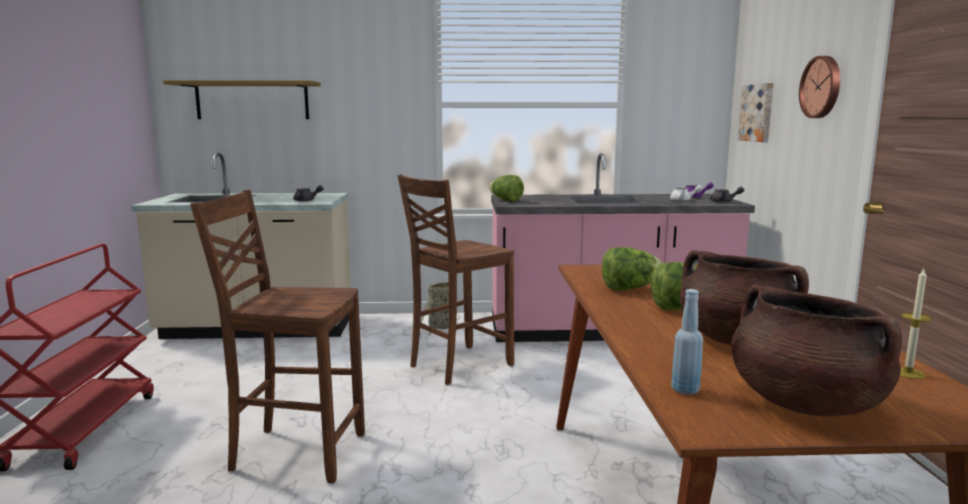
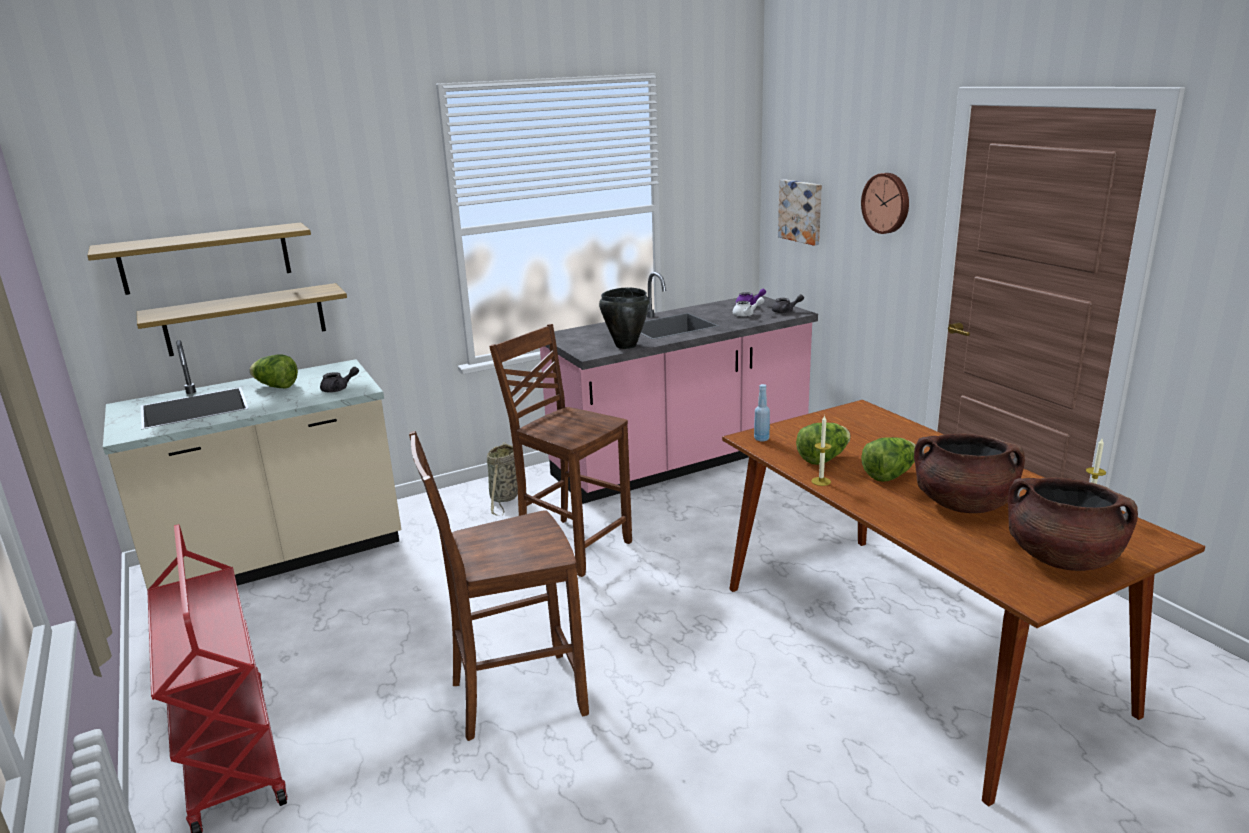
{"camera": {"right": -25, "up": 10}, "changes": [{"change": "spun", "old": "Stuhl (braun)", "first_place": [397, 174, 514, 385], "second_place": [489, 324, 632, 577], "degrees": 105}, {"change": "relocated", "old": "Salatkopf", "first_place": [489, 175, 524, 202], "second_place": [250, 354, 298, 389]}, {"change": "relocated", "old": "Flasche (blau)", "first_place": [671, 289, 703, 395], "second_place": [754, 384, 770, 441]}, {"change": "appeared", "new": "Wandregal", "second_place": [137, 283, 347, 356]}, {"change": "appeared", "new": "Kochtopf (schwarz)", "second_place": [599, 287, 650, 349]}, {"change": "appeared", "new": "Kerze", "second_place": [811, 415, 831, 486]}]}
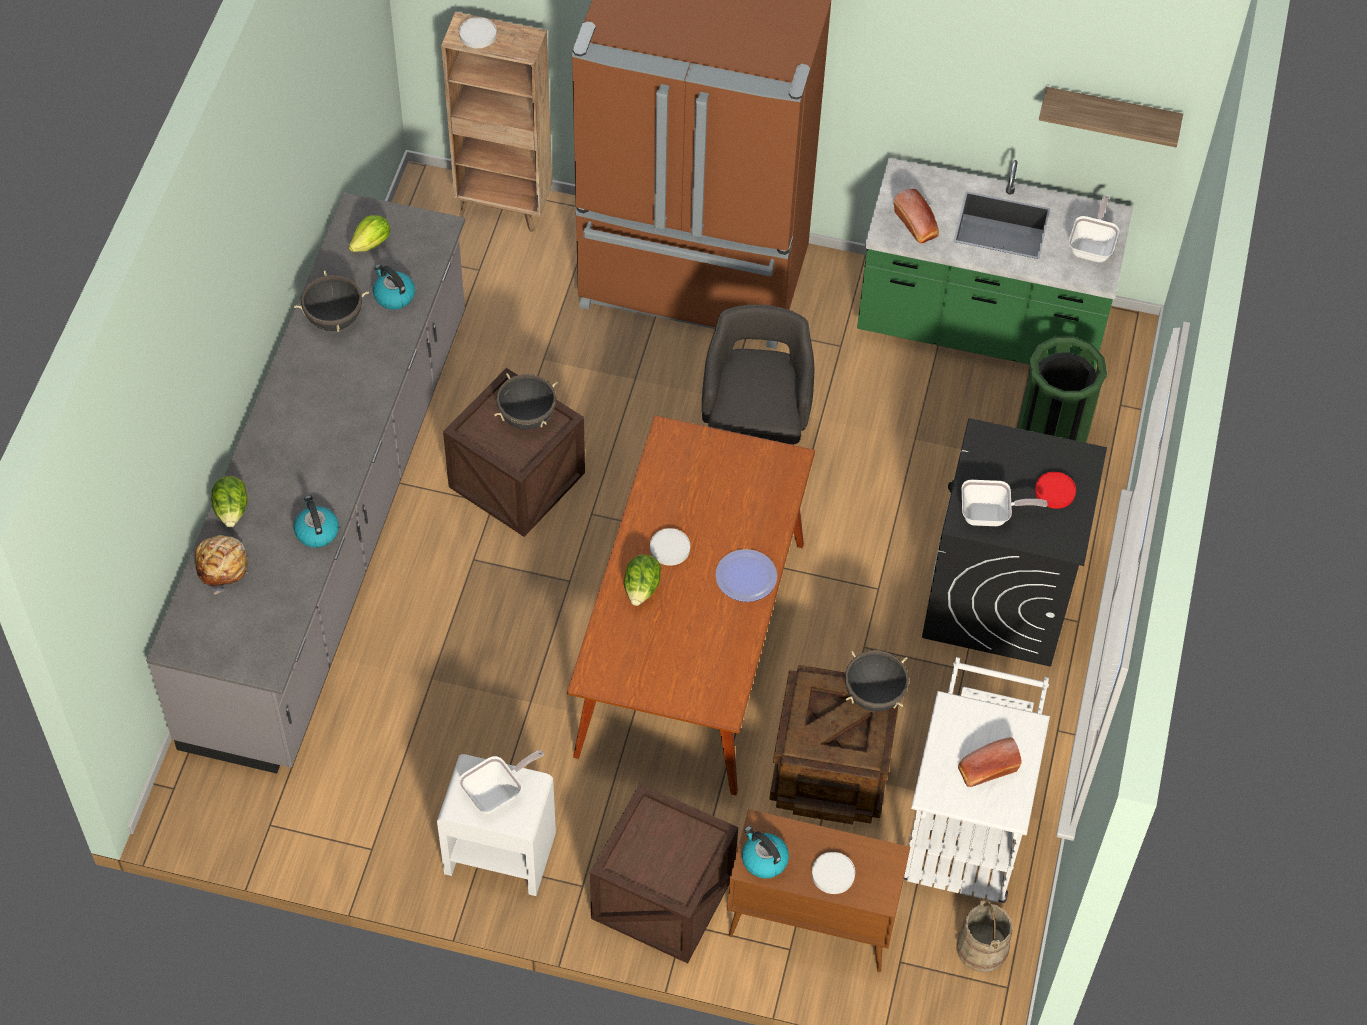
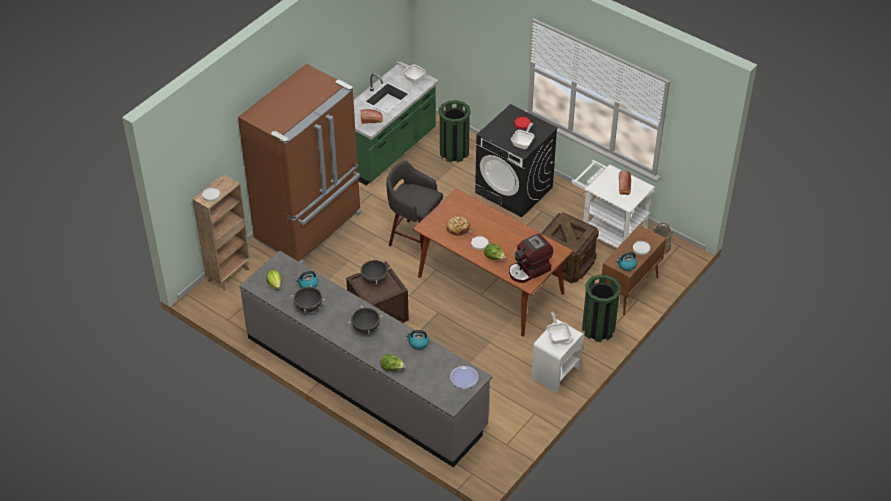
{"camera": {"right": -65, "up": -10}, "changes": [{"change": "missing", "old": "Wandregal", "first_place": [1039, 87, 1183, 147]}, {"change": "relocated", "old": "Brot", "first_place": [195, 535, 248, 595], "second_place": [447, 216, 472, 236]}, {"change": "relocated", "old": "Teller", "first_place": [715, 549, 777, 602], "second_place": [450, 366, 479, 389]}, {"change": "relocated", "old": "Kochtopf (schwarz)", "first_place": [844, 651, 909, 711], "second_place": [348, 305, 383, 334]}, {"change": "exchanged", "old": "Kiste", "new": "Mülleimer (grün)", "first_place": [590, 783, 738, 964], "second_place": [582, 275, 621, 342]}, {"change": "appeared", "new": "Kaffeemaschine", "second_place": [509, 233, 553, 283]}]}
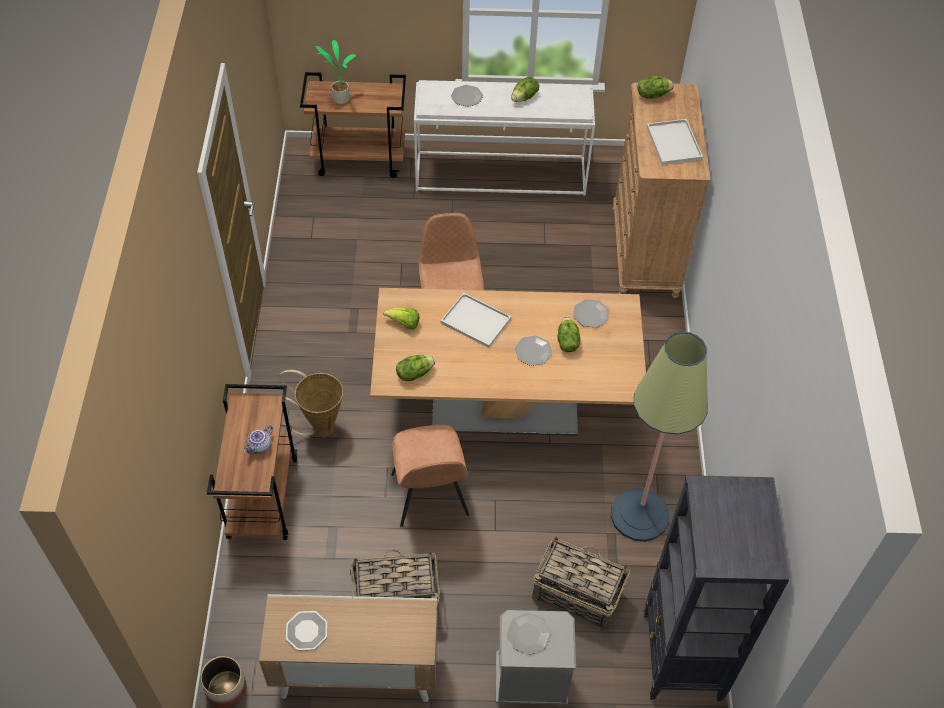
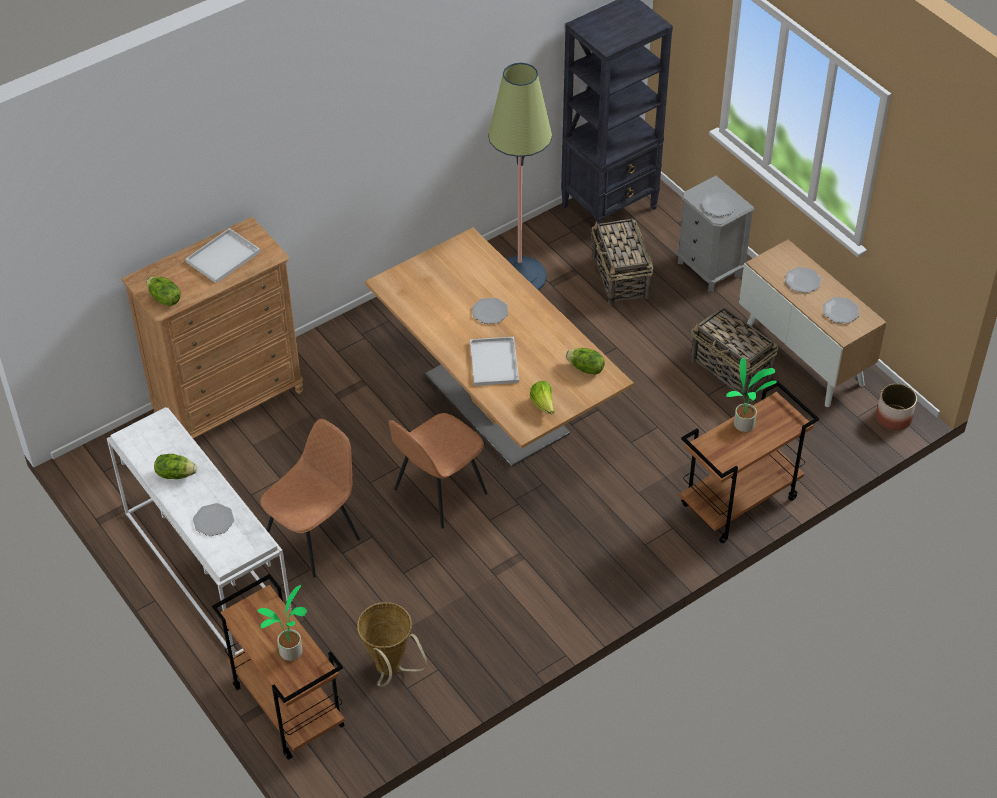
{"camera": {"right": -125, "up": -5}, "changes": [{"change": "relocated", "old": "Teller", "first_place": [573, 299, 609, 328], "second_place": [785, 267, 821, 293]}, {"change": "missing", "old": "Salatkopf", "first_place": [558, 317, 580, 352]}, {"change": "relocated", "old": "Korb", "first_place": [278, 370, 343, 437], "second_place": [357, 602, 428, 687]}, {"change": "exchanged", "old": "Teekanne", "new": "Topfpflanze", "first_place": [243, 425, 273, 454], "second_place": [726, 358, 777, 432]}, {"change": "relocated", "old": "Stuhl (braun)", "first_place": [391, 425, 469, 527], "second_place": [260, 419, 360, 578]}]}
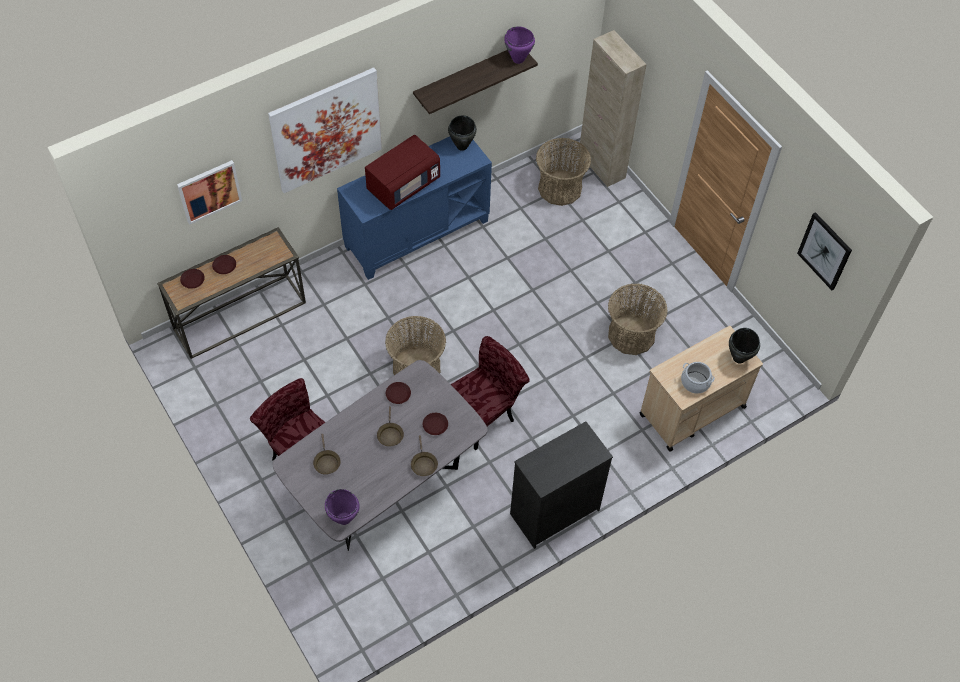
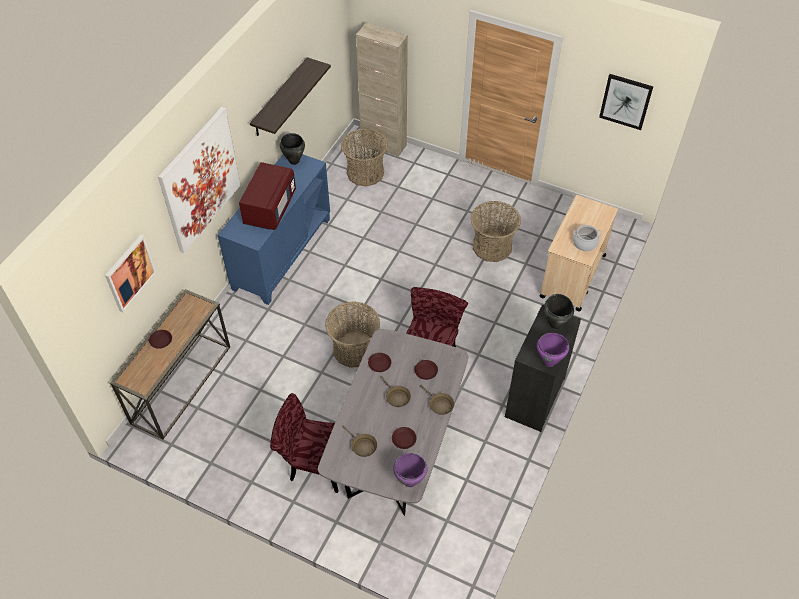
{"camera": {"right": -30, "up": -5}, "changes": [{"change": "relocated", "old": "Kochtopf (lila)", "first_place": [504, 26, 535, 64], "second_place": [537, 333, 569, 367]}, {"change": "relocated", "old": "Teller (braun)", "first_place": [180, 269, 205, 289], "second_place": [392, 427, 417, 449]}, {"change": "relocated", "old": "Kochtopf (schwarz)", "first_place": [729, 328, 760, 364], "second_place": [544, 294, 574, 329]}]}
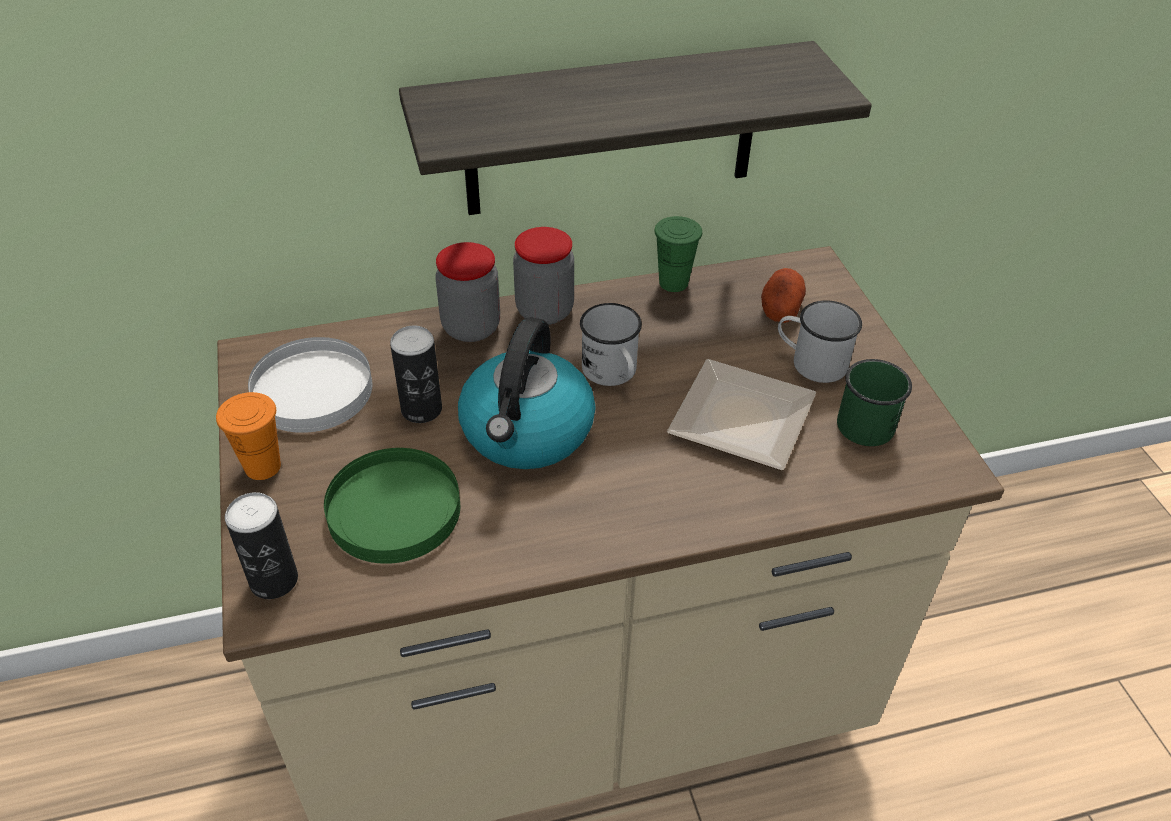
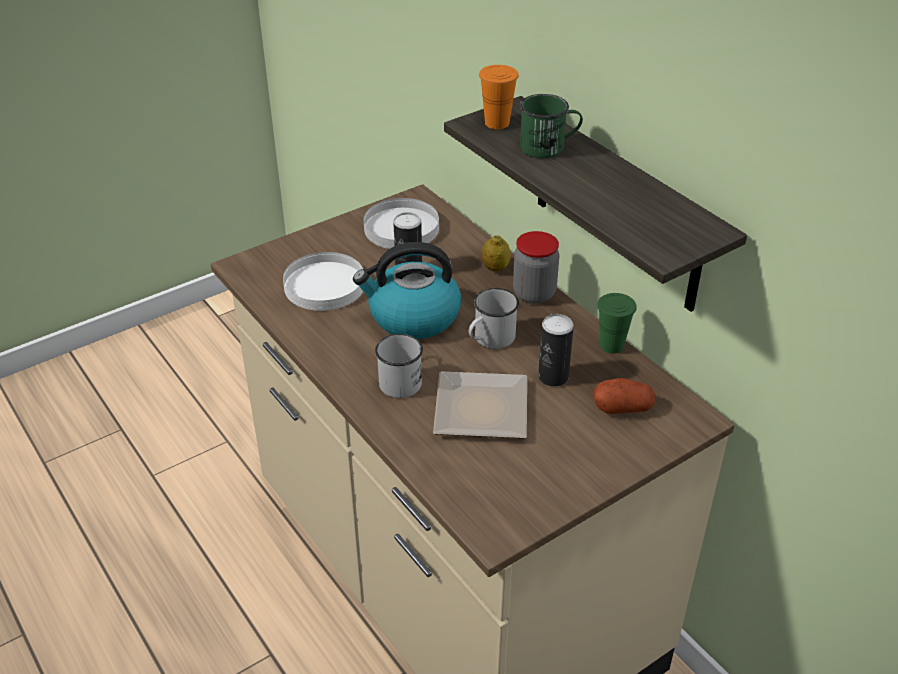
{"camera": {"right": 70, "up": -5}, "changes": [{"change": "exchanged", "old": "Vorratsglas", "new": "Zitrone", "first_place": [435, 242, 500, 342], "second_place": [482, 235, 510, 271]}, {"change": "relocated", "old": "Henkelbecher (weiß)", "first_place": [778, 300, 862, 383], "second_place": [375, 334, 423, 398]}, {"change": "relocated", "old": "Henkelbecher (grün)", "first_place": [837, 359, 912, 446], "second_place": [520, 94, 583, 158]}, {"change": "relocated", "old": "Tasse (orange)", "first_place": [216, 392, 281, 480], "second_place": [479, 65, 519, 129]}, {"change": "colour", "old": "Teller (grün)", "new": "Teller (weiß)", "first_place": [324, 448, 460, 564], "second_place": [283, 252, 363, 311]}, {"change": "relocated", "old": "Dose", "first_place": [225, 492, 298, 599], "second_place": [538, 314, 574, 386]}]}
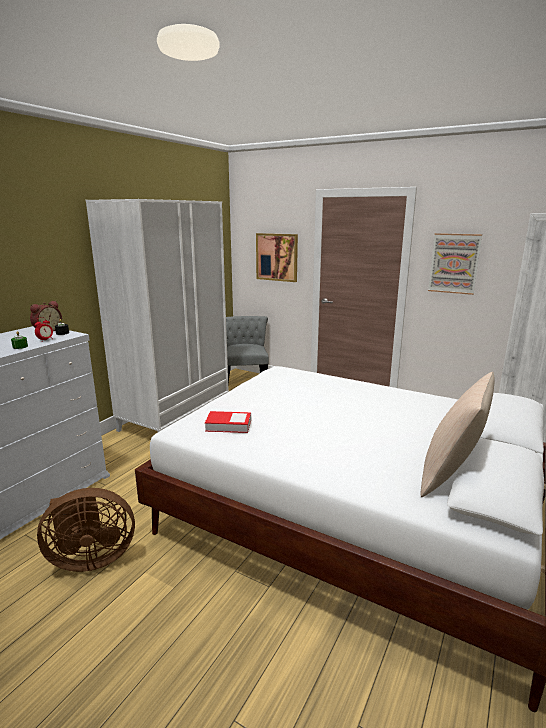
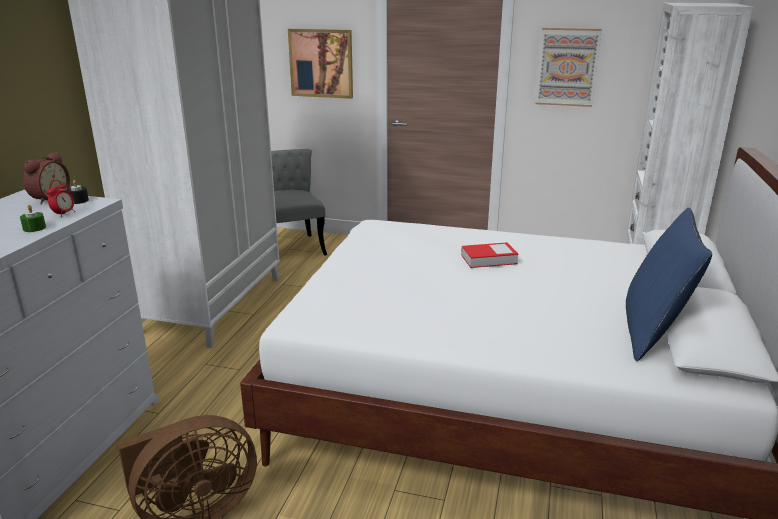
{"camera": {"right": -15, "up": 5}, "changes": [{"change": "colour", "old": "Kissen (beige)", "new": "Kissen (blau)", "first_place": [420, 372, 495, 497], "second_place": [626, 207, 712, 362]}, {"change": "relocated", "old": "Buch", "first_place": [205, 411, 251, 433], "second_place": [461, 242, 519, 268]}]}
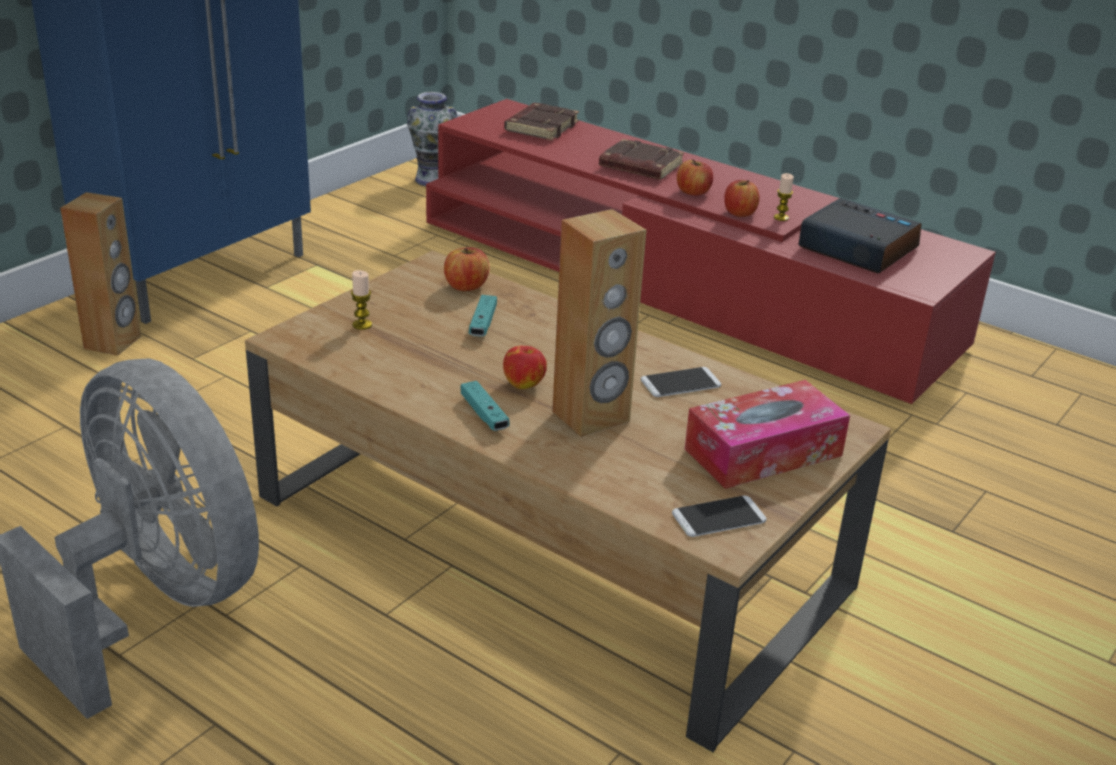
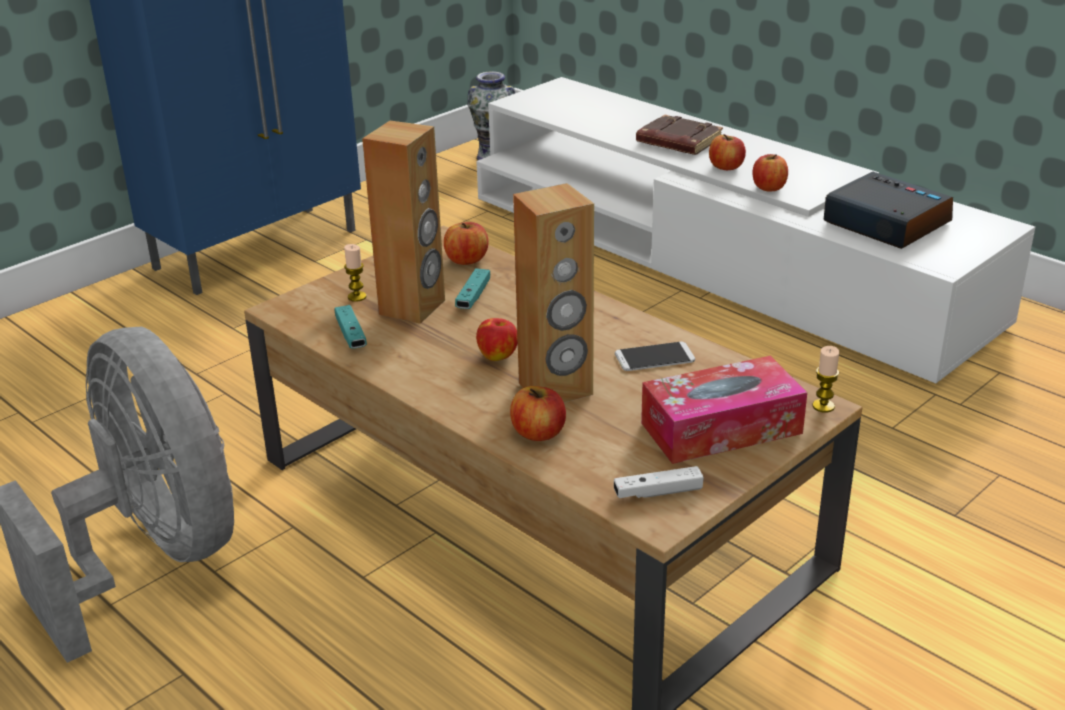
{"camera": {"right": 10, "up": 0}, "changes": [{"change": "colour", "old": "Fernsehschrank (rot)", "new": "Fernsehschrank (weiß)", "first_place": [426, 99, 996, 404], "second_place": [476, 77, 1035, 383]}, {"change": "missing", "old": "Buch (braun)", "first_place": [504, 103, 579, 140]}, {"change": "relocated", "old": "Kerze", "first_place": [774, 173, 794, 221], "second_place": [812, 346, 839, 413]}, {"change": "relocated", "old": "Lautsprecher (braun)", "first_place": [60, 192, 141, 356], "second_place": [362, 120, 445, 324]}, {"change": "relocated", "old": "Gamepad (türkis)", "first_place": [461, 381, 509, 431], "second_place": [334, 305, 367, 349]}, {"change": "exchanged", "old": "Handy", "new": "Gamepad (weiß)", "first_place": [672, 496, 767, 537], "second_place": [614, 466, 704, 498]}, {"change": "appeared", "new": "Apfel", "second_place": [510, 386, 566, 441]}]}
